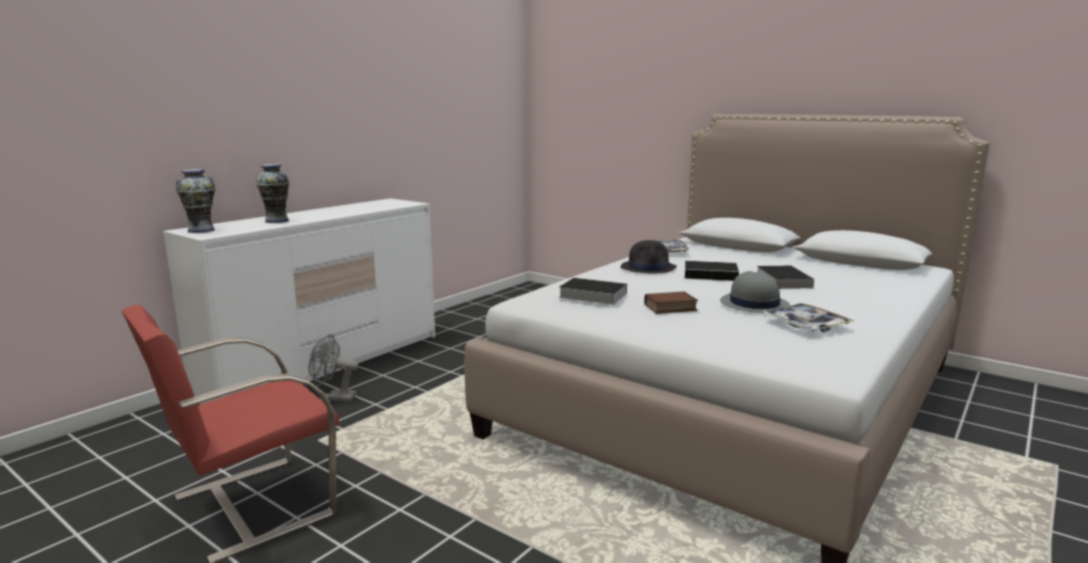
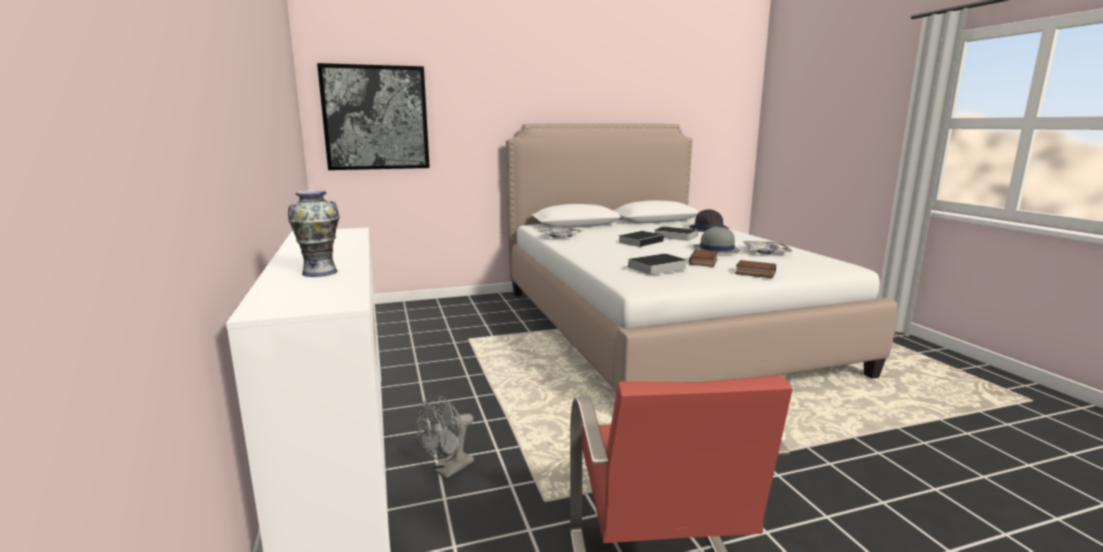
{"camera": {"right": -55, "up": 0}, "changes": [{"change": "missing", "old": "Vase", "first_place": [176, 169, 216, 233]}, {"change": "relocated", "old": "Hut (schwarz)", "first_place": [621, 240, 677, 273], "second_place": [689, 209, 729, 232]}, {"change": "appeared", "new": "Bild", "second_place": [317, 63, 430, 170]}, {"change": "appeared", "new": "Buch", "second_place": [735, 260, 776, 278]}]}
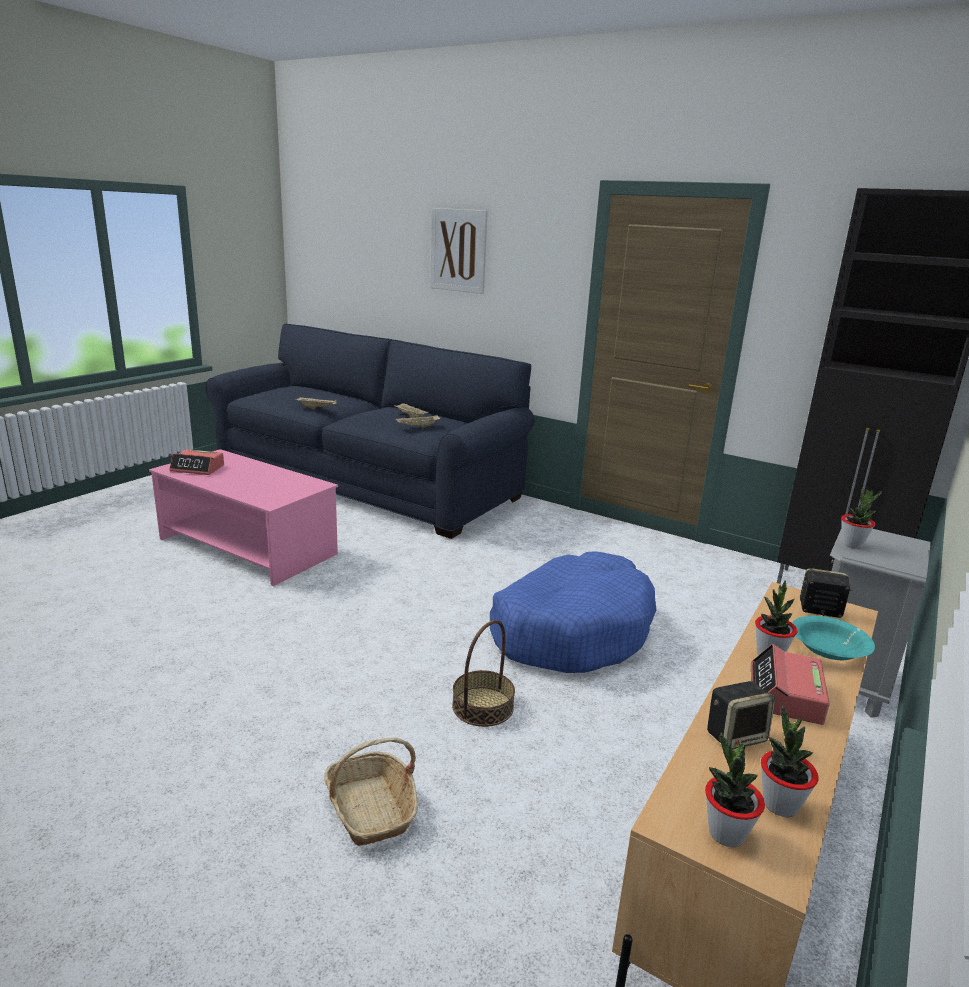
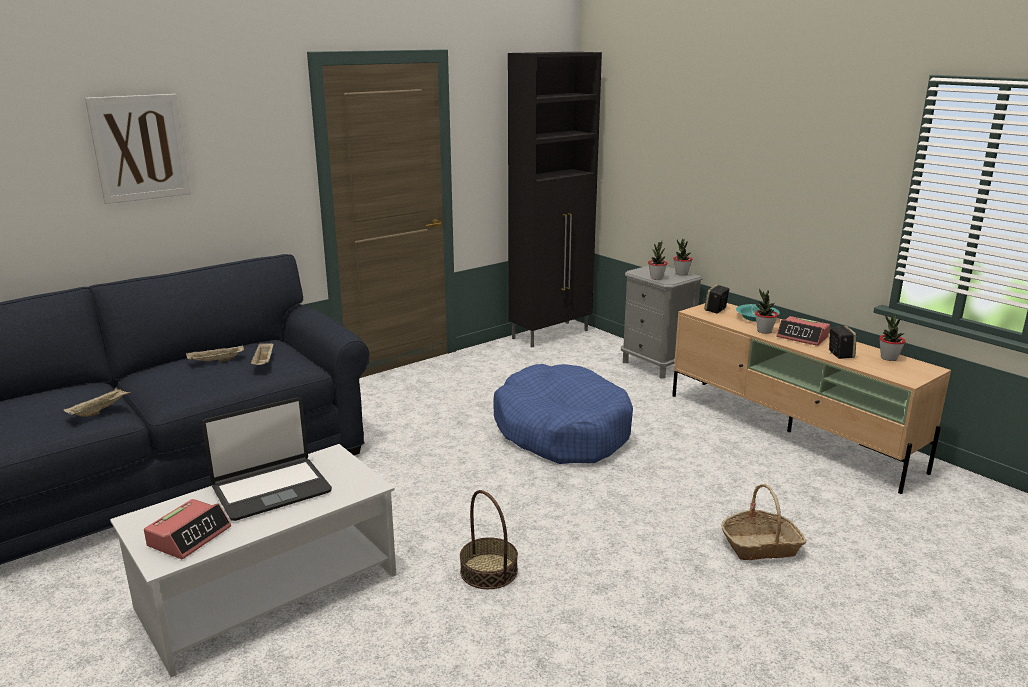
{"camera": {"right": -70, "up": 0}, "changes": [{"change": "colour", "old": "Couchtisch (rosa)", "new": "Couchtisch (weiß)", "first_place": [149, 449, 338, 586], "second_place": [110, 444, 396, 677]}, {"change": "relocated", "old": "Korb", "first_place": [452, 620, 515, 727], "second_place": [460, 490, 518, 589]}, {"change": "relocated", "old": "Topfpflanze", "first_place": [705, 732, 765, 847], "second_place": [673, 239, 692, 276]}, {"change": "appeared", "new": "Laptop", "second_place": [202, 397, 332, 521]}]}
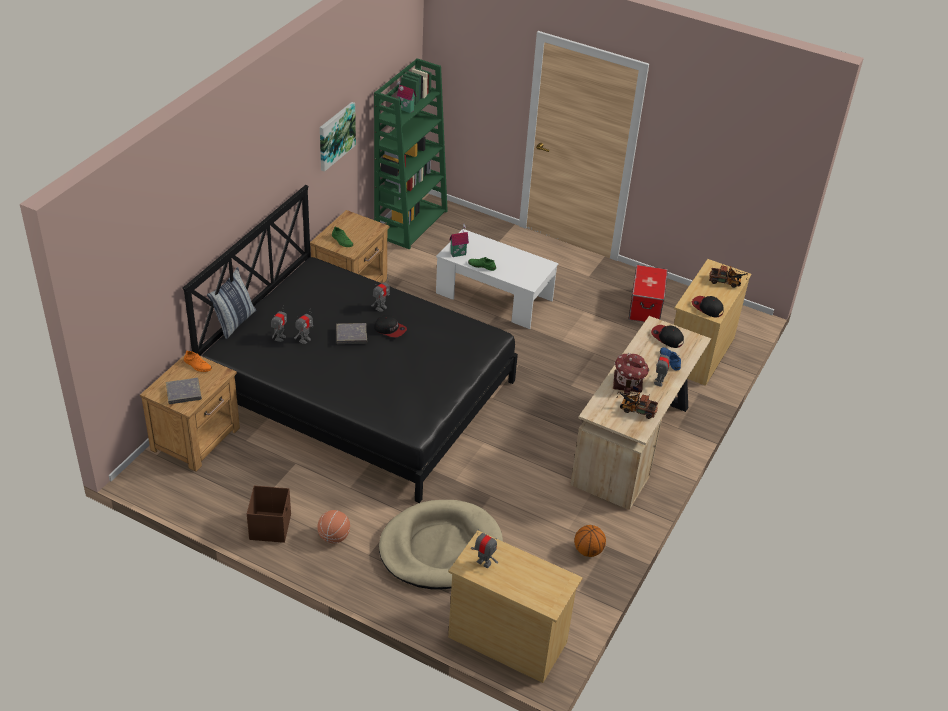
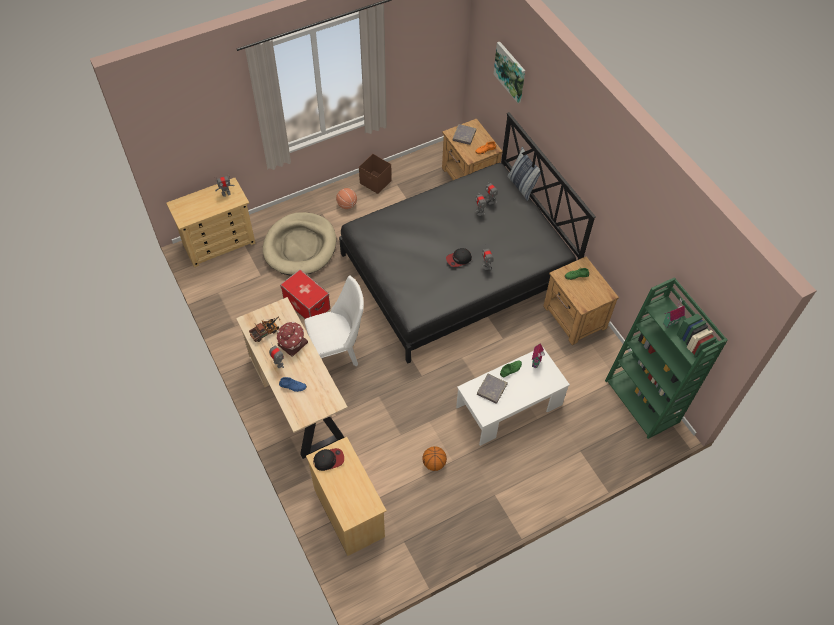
{"camera": {"right": 125, "up": 15}, "changes": [{"change": "relocated", "old": "Bild", "first_place": [320, 102, 356, 172], "second_place": [493, 42, 525, 103]}, {"change": "relocated", "old": "Aufbewahrungsbox", "first_place": [628, 265, 668, 322], "second_place": [280, 269, 330, 319]}, {"change": "missing", "old": "Spielzeuglaster", "first_place": [709, 265, 748, 288]}, {"change": "relocated", "old": "Buch (grau)", "first_place": [336, 323, 367, 344], "second_place": [477, 374, 508, 404]}, {"change": "missing", "old": "Kappe", "first_place": [651, 325, 684, 348]}, {"change": "relocated", "old": "Basketball", "first_place": [574, 525, 606, 557], "second_place": [423, 446, 447, 471]}, {"change": "appeared", "new": "Stuhl (weiß)", "second_place": [304, 275, 364, 367]}]}
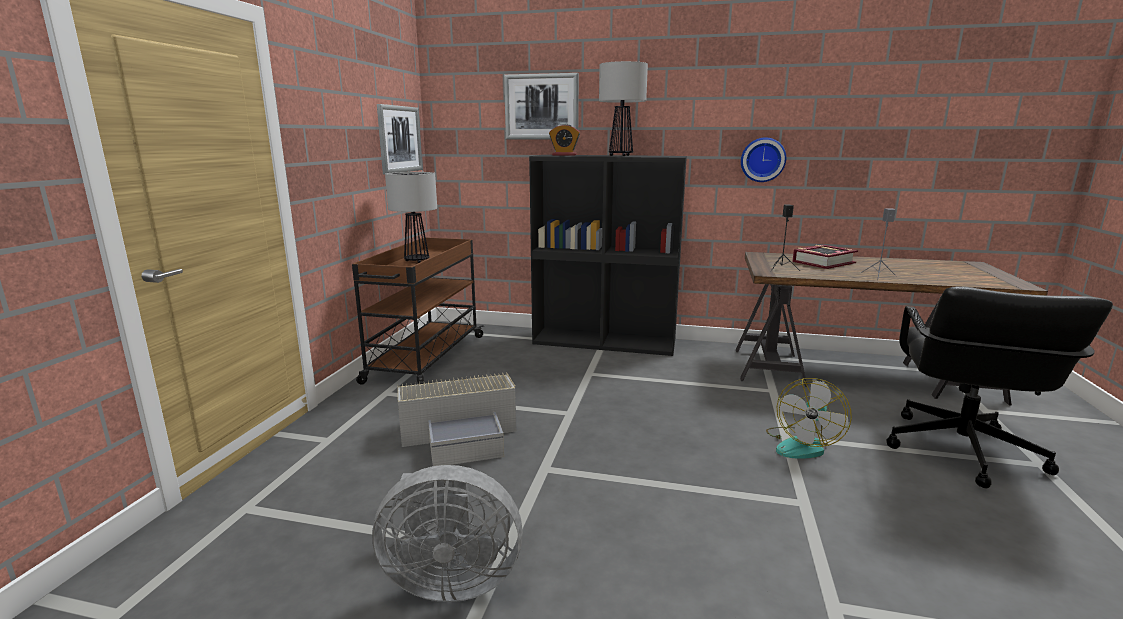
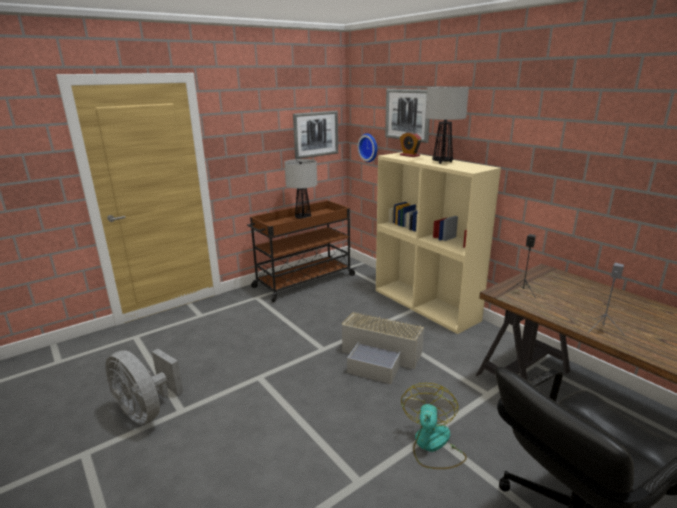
{"camera": {"right": 40, "up": 5}, "changes": [{"change": "relocated", "old": "Wanduhr", "first_place": [741, 137, 786, 182], "second_place": [358, 133, 377, 162]}, {"change": "colour", "old": "Bücherregal (schwarz)", "new": "Bücherregal (beige)", "first_place": [529, 155, 687, 356], "second_place": [376, 152, 501, 334]}, {"change": "missing", "old": "Buch", "first_place": [792, 245, 858, 269]}, {"change": "relocated", "old": "Aufbewahrungsbox (grau)", "first_place": [398, 372, 516, 466], "second_place": [342, 312, 424, 384]}, {"change": "spun", "old": "Ventilator", "first_place": [766, 378, 852, 459], "second_place": [401, 383, 467, 469], "degrees": 120}]}
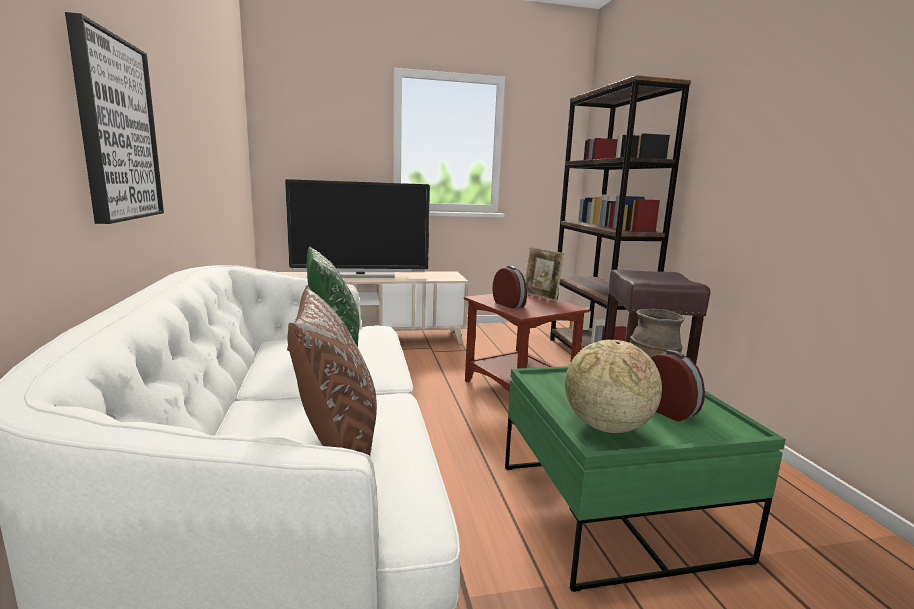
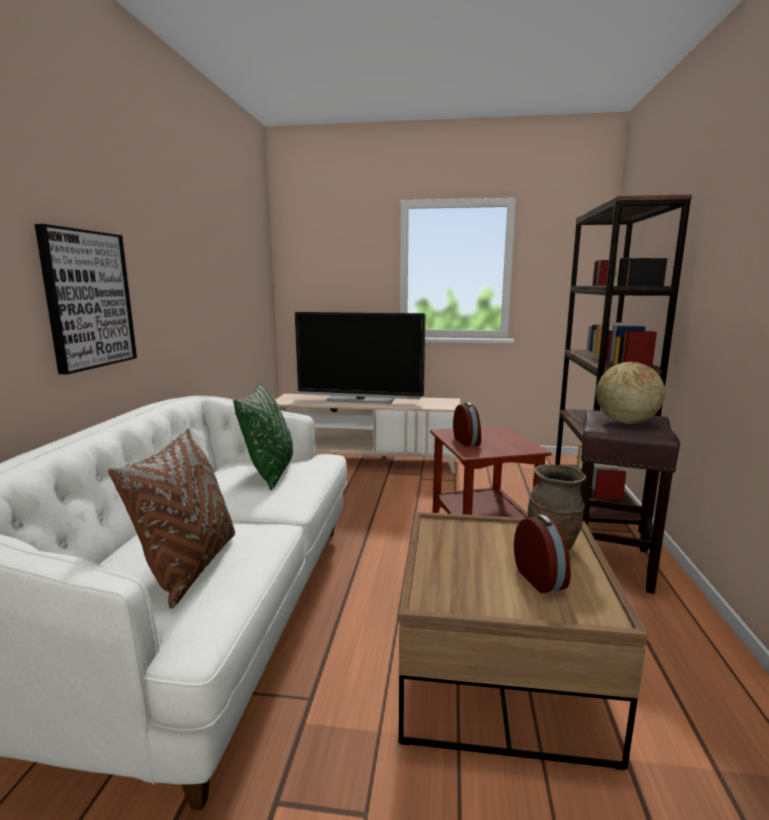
{"camera": {"right": 20, "up": 0}, "changes": [{"change": "missing", "old": "Bilderrahmen", "first_place": [525, 247, 564, 301]}, {"change": "relocated", "old": "Globus", "first_place": [565, 340, 662, 433], "second_place": [596, 362, 665, 424]}, {"change": "colour", "old": "Couchtisch (grün)", "new": "Couchtisch (braun)", "first_place": [505, 366, 786, 592], "second_place": [399, 512, 648, 770]}]}
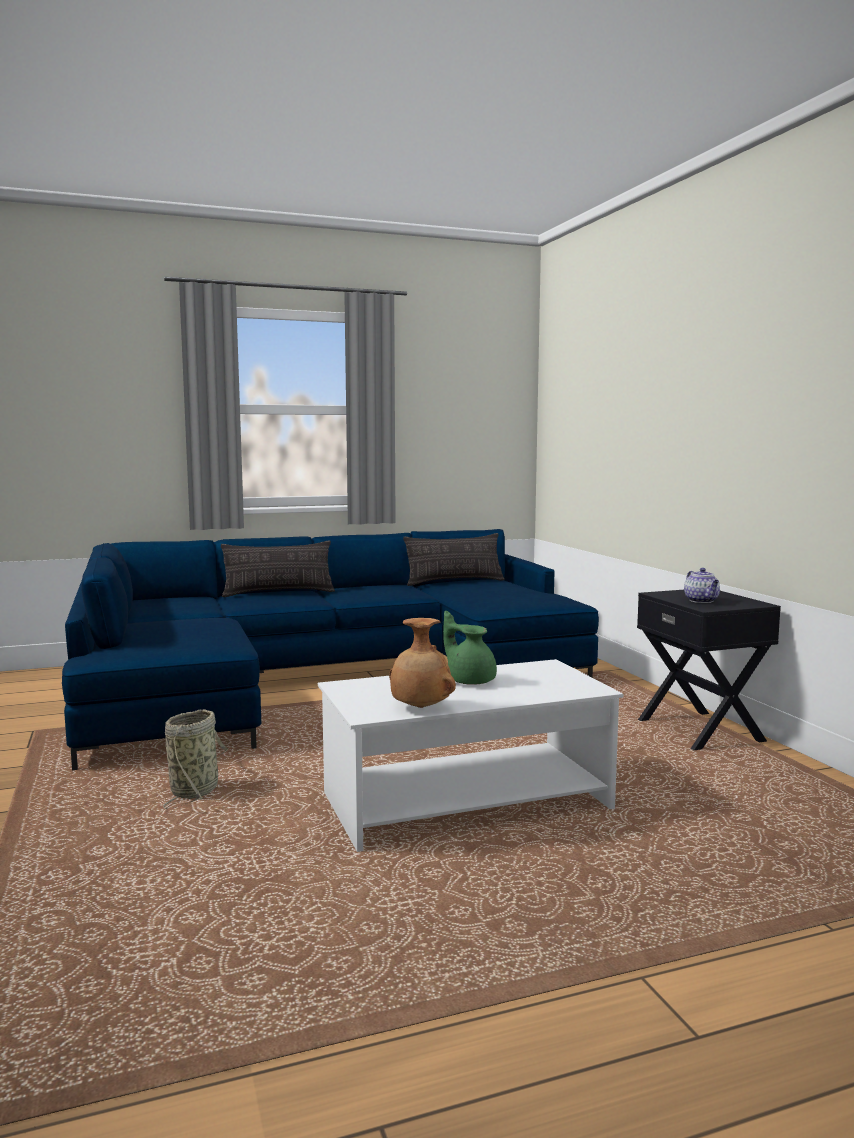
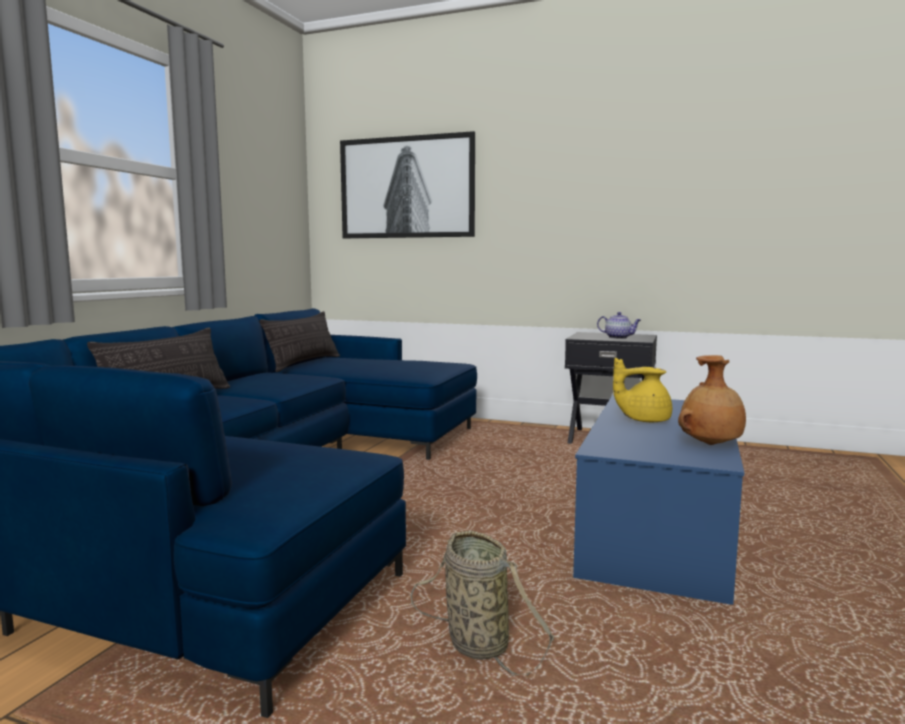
{"camera": {"right": -50, "up": 0}, "changes": [{"change": "colour", "old": "Teekanne (grün)", "new": "Teekanne (gelb)", "first_place": [443, 611, 497, 685], "second_place": [613, 358, 672, 422]}, {"change": "colour", "old": "Couchtisch (weiß)", "new": "Couchtisch (blau)", "first_place": [318, 659, 623, 852], "second_place": [573, 395, 744, 605]}, {"change": "appeared", "new": "Bild", "second_place": [340, 131, 475, 238]}]}
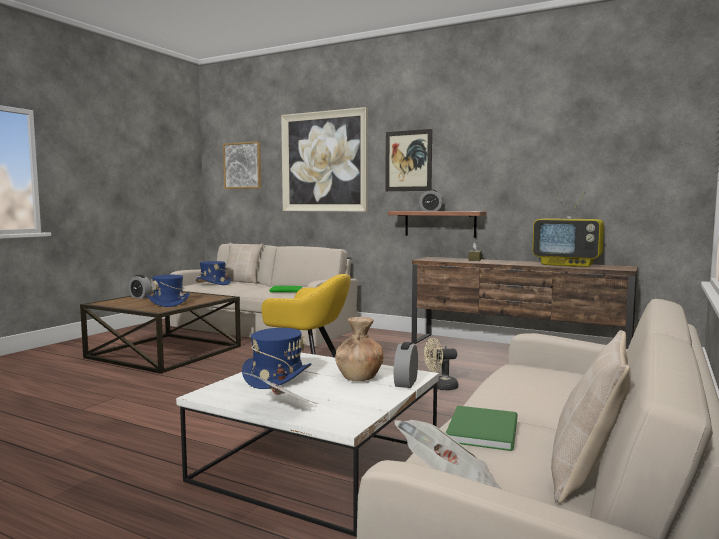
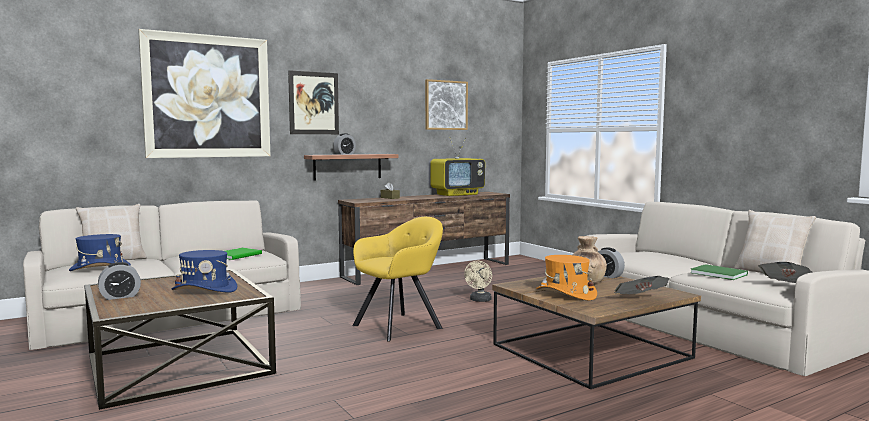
{"camera": {"right": -60, "up": 0}, "changes": [{"change": "relocated", "old": "Bild", "first_place": [223, 141, 261, 189], "second_place": [425, 79, 468, 130]}, {"change": "colour", "old": "Hut (blau)", "new": "Hut (orange)", "first_place": [242, 328, 311, 389], "second_place": [536, 255, 597, 301]}, {"change": "colour", "old": "Couchtisch (weiß)", "new": "Couchtisch (braun)", "first_place": [176, 353, 439, 537], "second_place": [492, 276, 701, 389]}]}
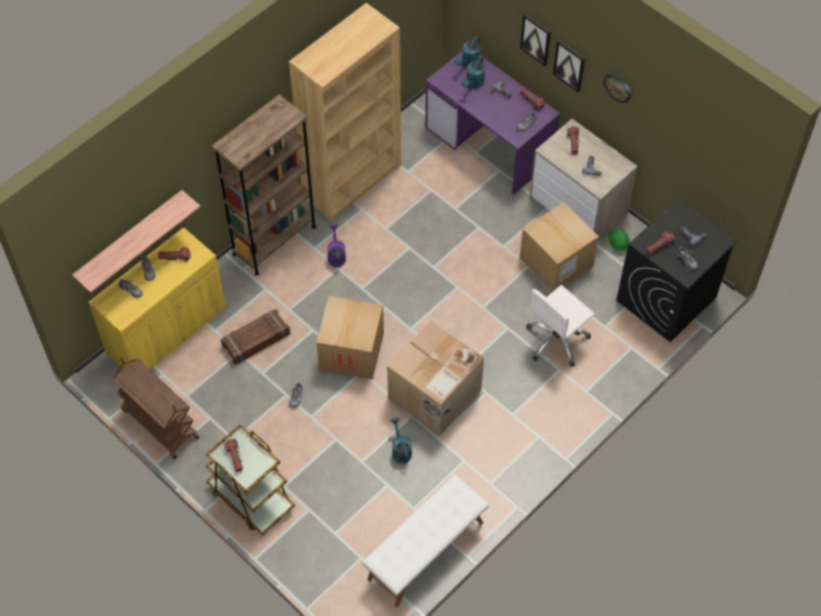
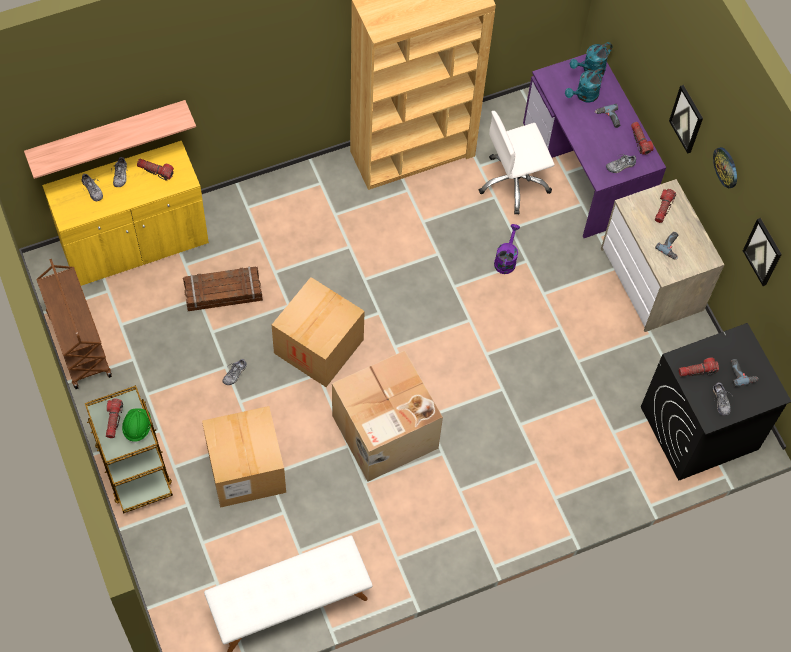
{"camera": {"right": 20, "up": 5}, "changes": [{"change": "relocated", "old": "Bild", "first_place": [520, 14, 551, 66], "second_place": [743, 218, 782, 286]}, {"change": "missing", "old": "Bücherregal (braun)", "first_place": [212, 94, 316, 276]}, {"change": "relocated", "old": "Karton", "first_place": [520, 202, 599, 292], "second_place": [202, 406, 286, 508]}, {"change": "relocated", "old": "Gießkanne (lila)", "first_place": [327, 224, 346, 267], "second_place": [494, 224, 520, 274]}, {"change": "relocated", "old": "Schutzhelm (grün)", "first_place": [608, 229, 630, 253], "second_place": [122, 408, 151, 443]}, {"change": "relocated", "old": "Bürostuhl (weiß)", "first_place": [526, 285, 595, 367], "second_place": [479, 111, 555, 214]}, {"change": "missing", "old": "Gießkanne (türkis)", "first_place": [391, 418, 412, 464]}]}
